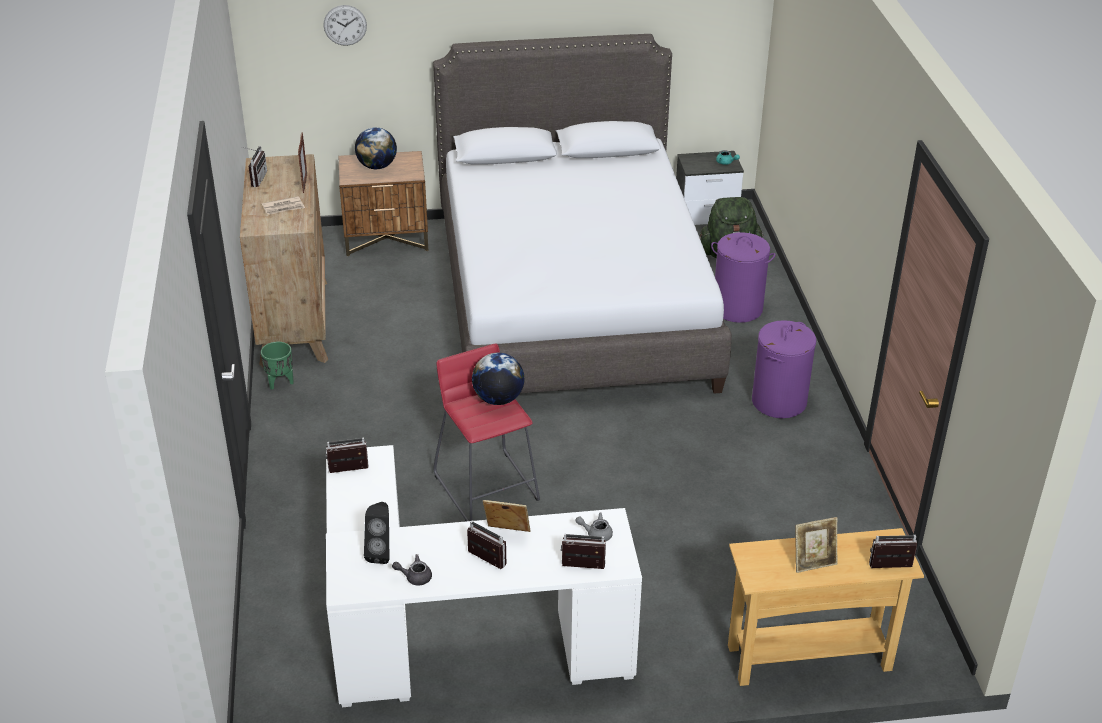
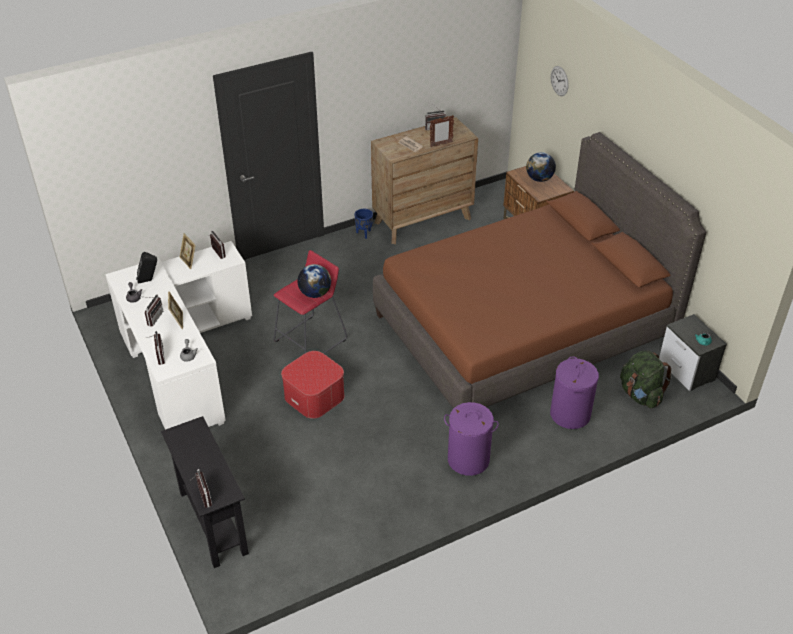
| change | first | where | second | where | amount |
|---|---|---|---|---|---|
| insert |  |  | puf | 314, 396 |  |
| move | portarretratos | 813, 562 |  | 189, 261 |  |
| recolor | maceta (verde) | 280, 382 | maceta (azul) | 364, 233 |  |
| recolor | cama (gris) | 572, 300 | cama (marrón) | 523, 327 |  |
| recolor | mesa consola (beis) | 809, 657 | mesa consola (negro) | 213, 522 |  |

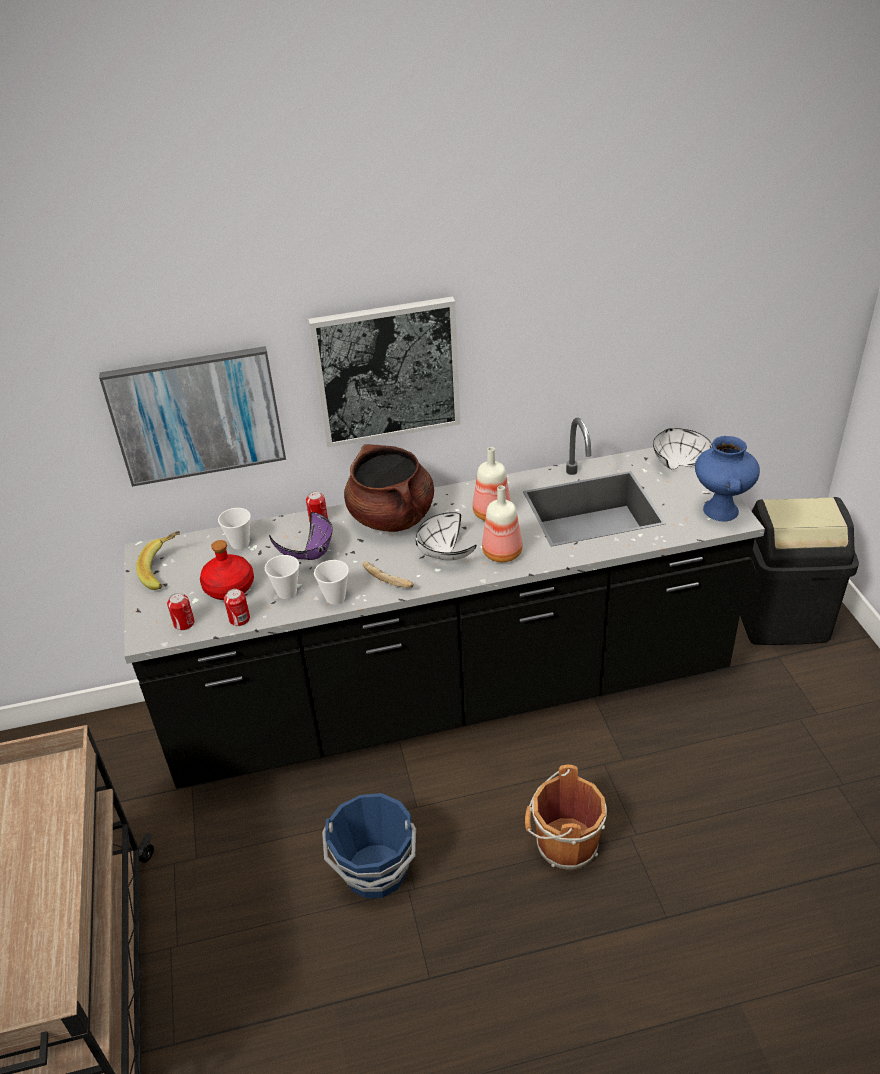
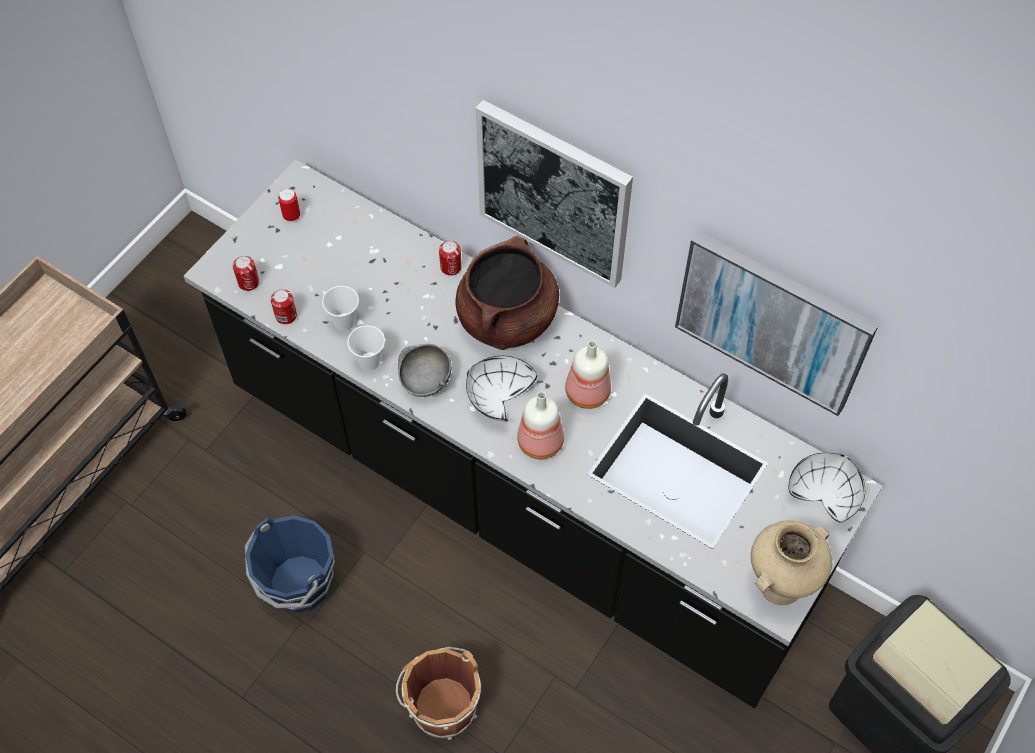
| change | first | where | second | where | amount |
|---|---|---|---|---|---|
| delete | botella (rojo) | 228, 587 |  |  |  |
| delete | taza | 240, 543 |  |  |  |
| delete | cuenco (morado) | 309, 554 |  |  |  |
| move | cuadro | 197, 415 |  | 773, 321 |  |
| replace | plátano | 165, 570 | lata | 291, 215 |  |
| replace | pan | 388, 579 | cuenco (gris) | 425, 381 |  |
| recolor | florero (azul) | 719, 510 | florero (beis) | 780, 583 |  |

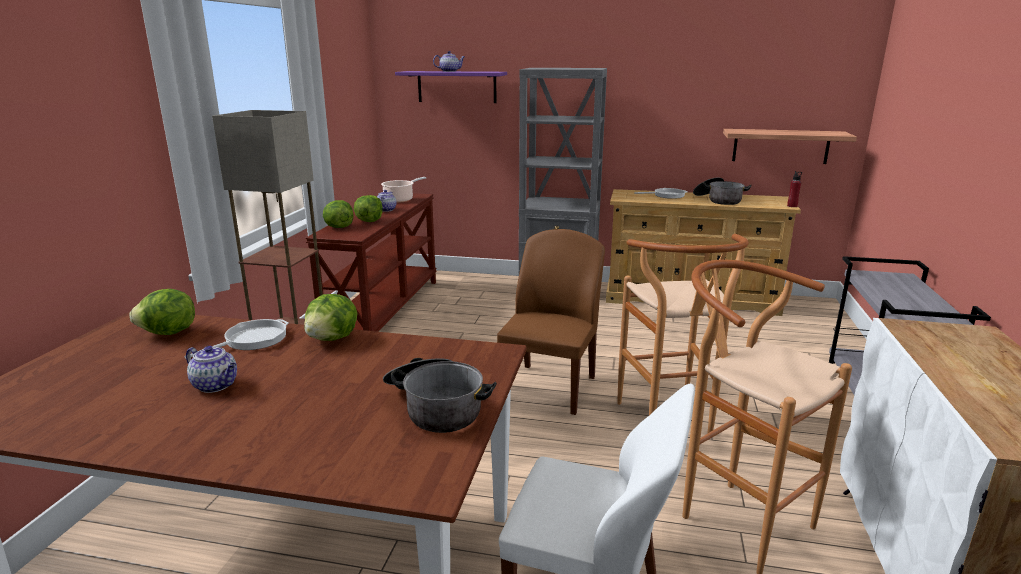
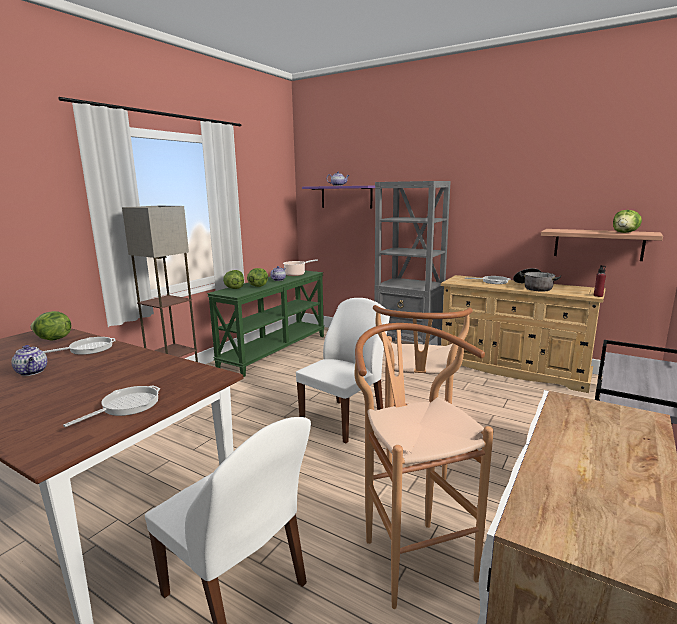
| change | first | where | second | where | amount |
|---|---|---|---|---|---|
| move | lechuga | 333, 339 |  | 625, 232 |  |
| replace | olla | 436, 408 | sartén | 126, 406 |  |
| recolor | mesa consola (marrón) | 384, 310 | mesa consola (verde) | 274, 351 |  |
| recolor | silla (marrón) | 550, 387 | silla (blanco) | 344, 420 |  |

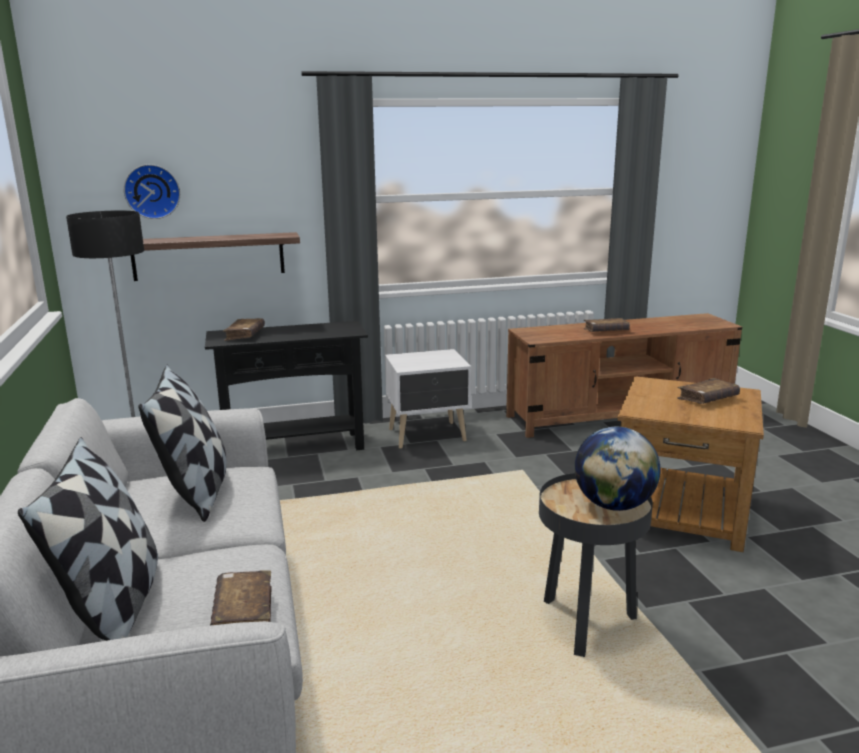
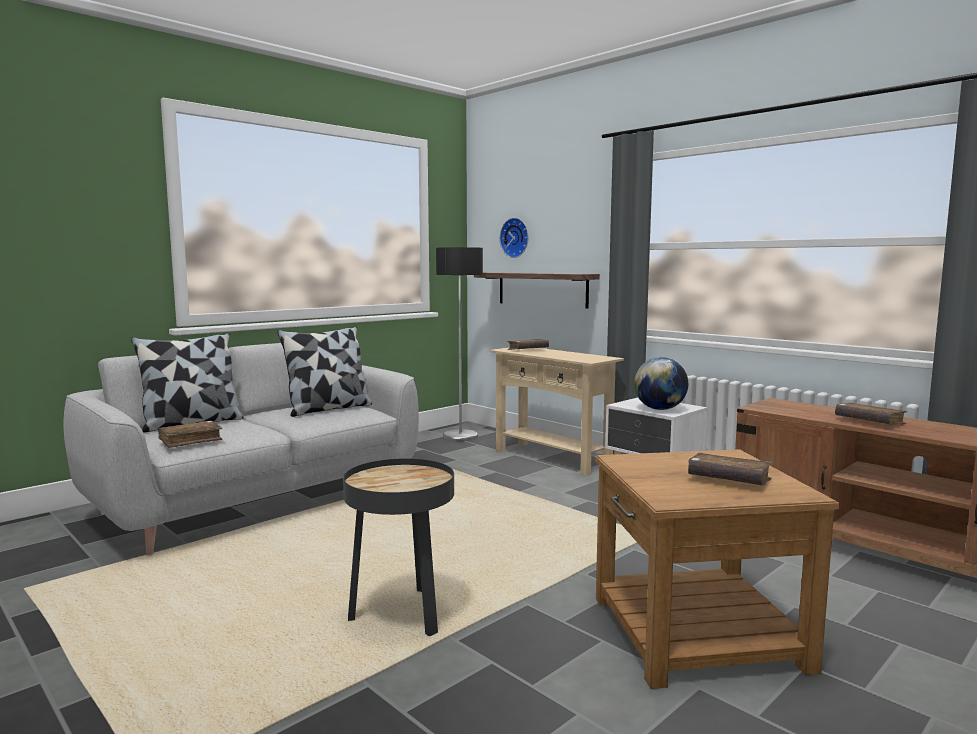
| change | first | where | second | where | amount |
|---|---|---|---|---|---|
| move | globo terráqueo | 613, 505 |  | 659, 409 |  |
| recolor | mesa consola (negro) | 294, 447 | mesa consola (beis) | 551, 458 |  |

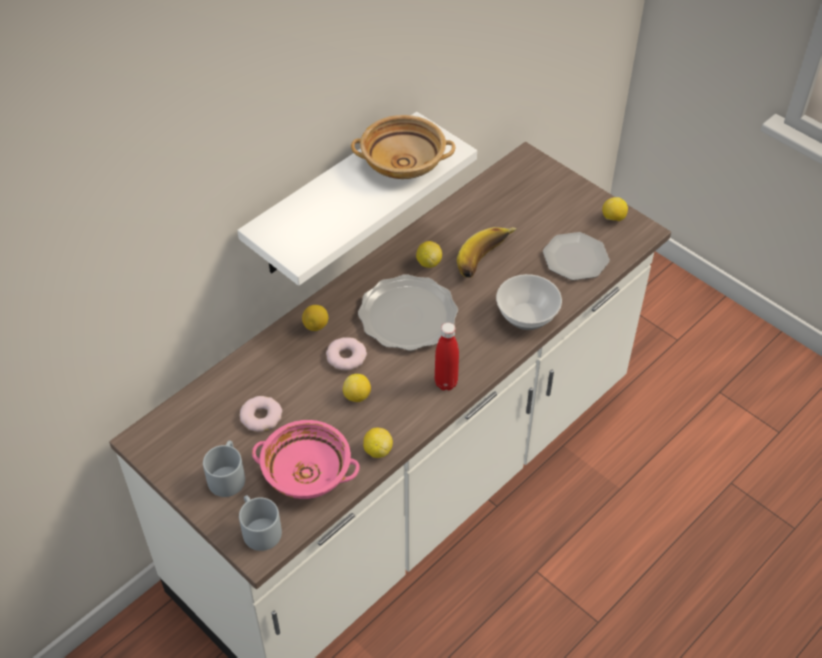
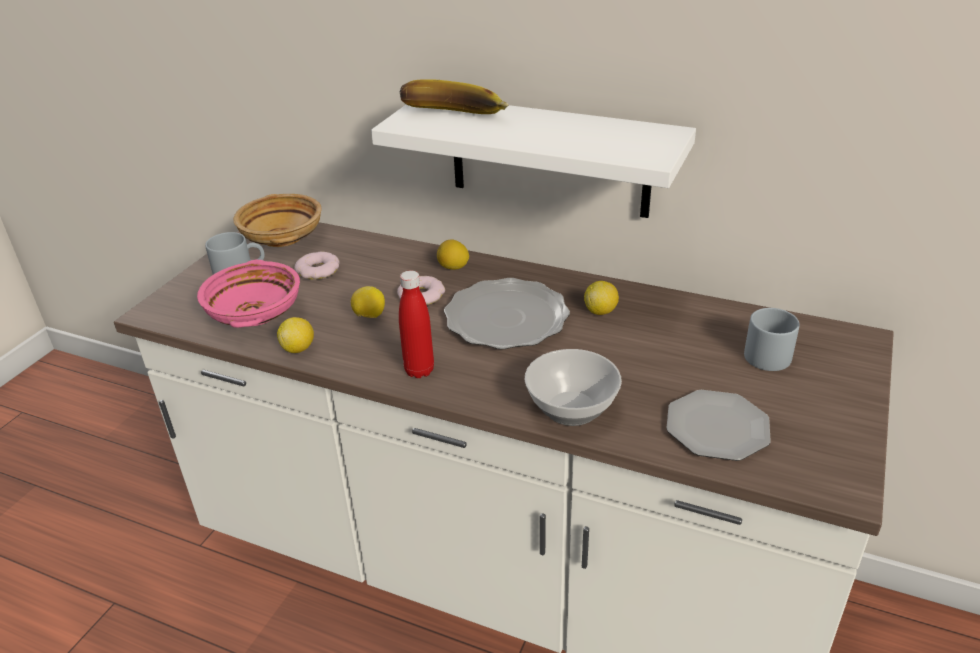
| change | first | where | second | where | amount |
|---|---|---|---|---|---|
| delete | limón | 613, 218 |  |  |  |
| move | taza grande (gris) | 258, 528 |  | 770, 352 |  |
| move | cuenco (beis) | 403, 163 |  | 283, 237 |  |
| move | plátano | 487, 261 |  | 453, 118 |  |

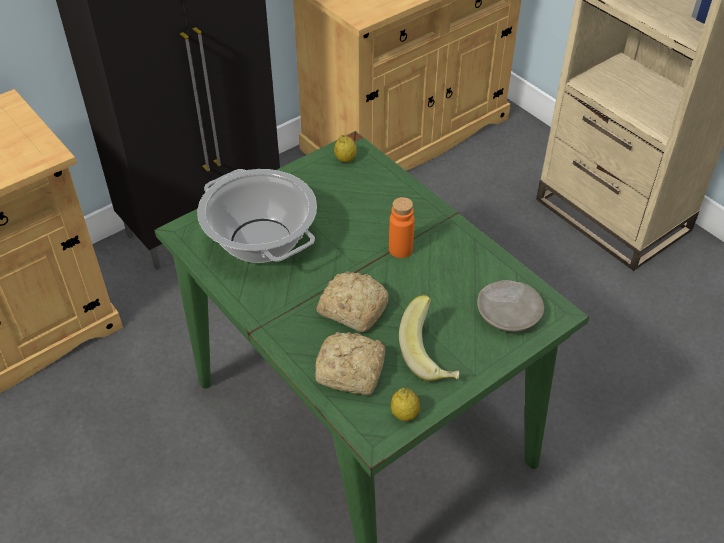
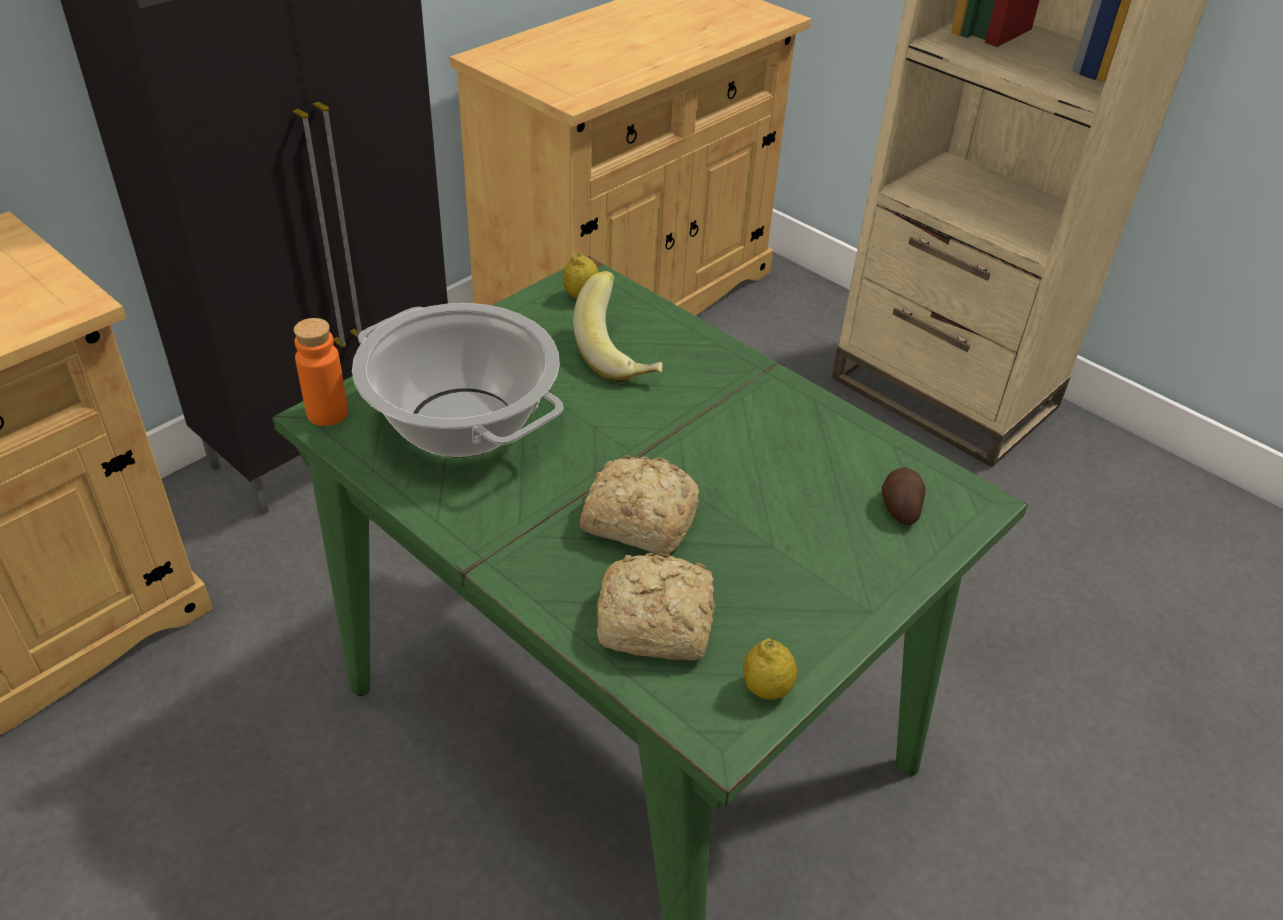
| change | first | where | second | where | amount |
|---|---|---|---|---|---|
| move | botella (naranja) | 400, 249 |  | 327, 413 |  |
| move | plátano | 431, 355 |  | 621, 355 |  |
| replace | plato (beis) | 509, 313 | patata | 899, 507 |  |

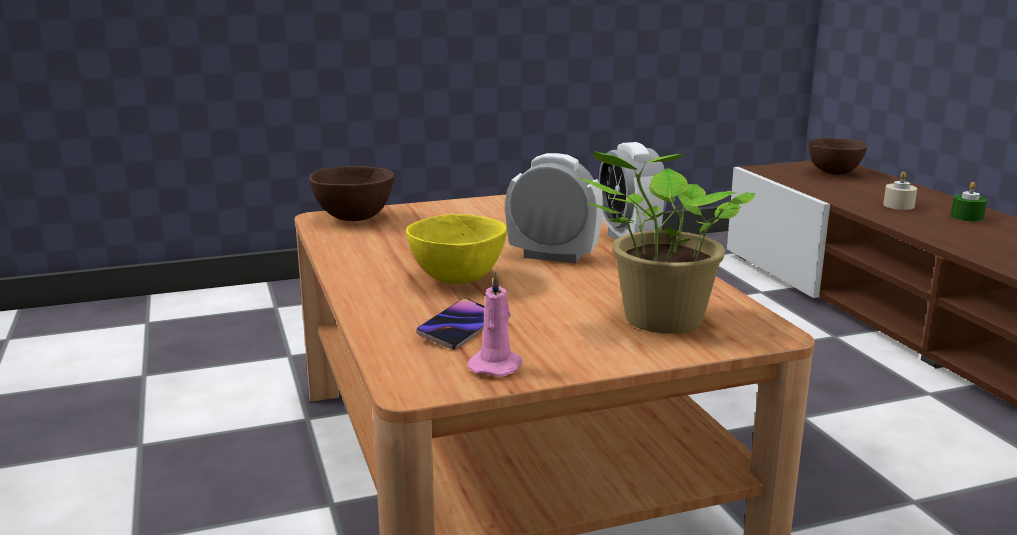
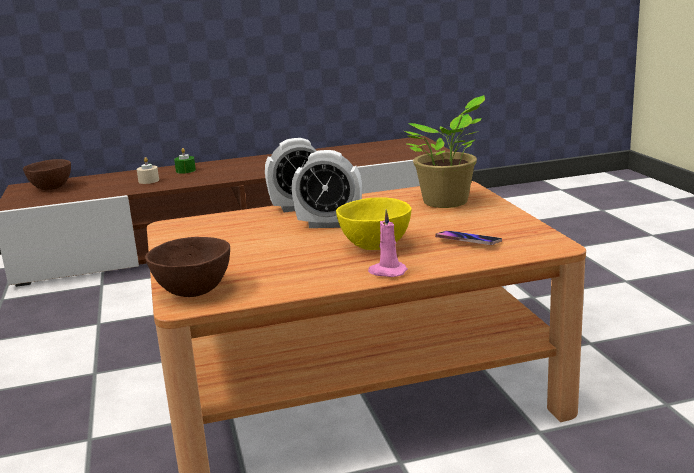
| change | first | where | second | where | amount |
|---|---|---|---|---|---|
| move | vela (rosa) | 496, 365 |  | 387, 272 |  |
| rotate | despertador | 553, 256 |  | 329, 224 | 105 degrees counterclockwise |

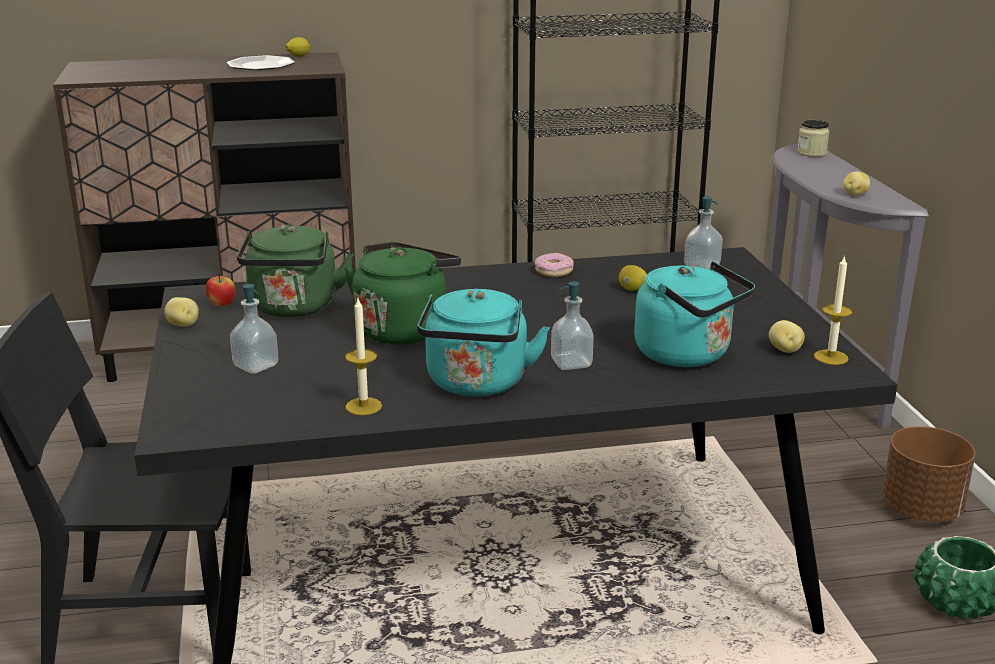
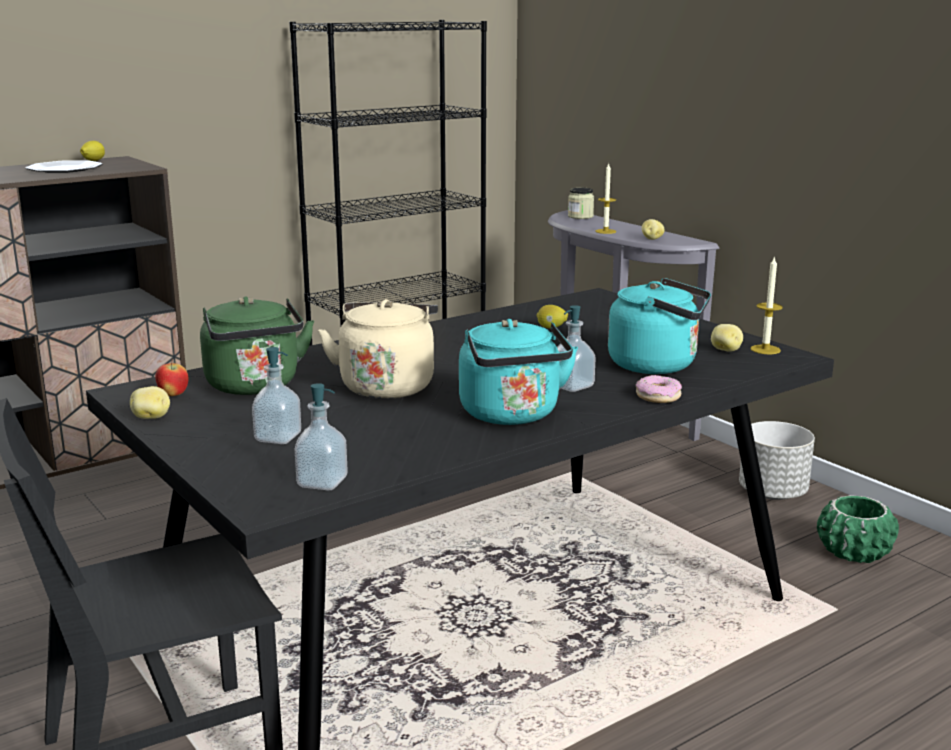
| change | first | where | second | where | amount |
|---|---|---|---|---|---|
| move | vela | 363, 406 |  | 605, 231 |  |
| move | rosquilla | 554, 271 |  | 658, 396 |  |
| move | dispensador de jabón | 702, 265 |  | 322, 482 |  |
| recolor | hervidor (verde) | 403, 329 | hervidor (beis) | 387, 385 |  |
| recolor | maceta (marrón) | 921, 510 | maceta (gris) | 773, 493 |  |

